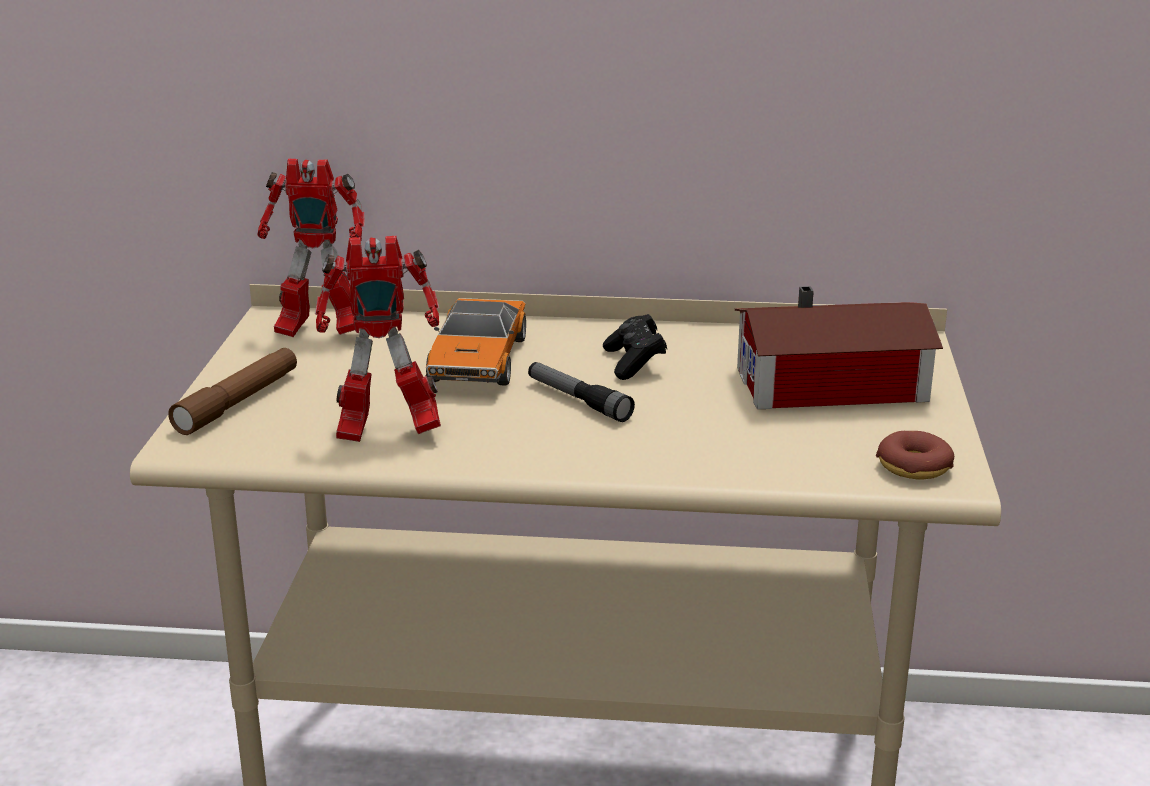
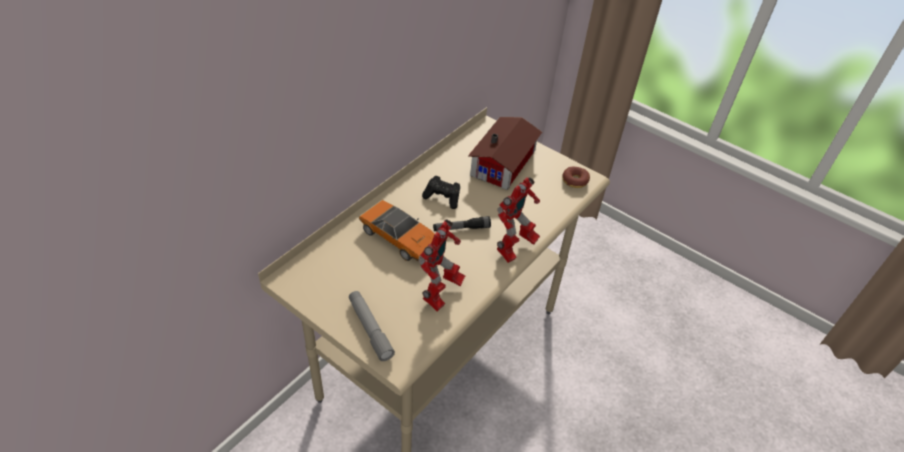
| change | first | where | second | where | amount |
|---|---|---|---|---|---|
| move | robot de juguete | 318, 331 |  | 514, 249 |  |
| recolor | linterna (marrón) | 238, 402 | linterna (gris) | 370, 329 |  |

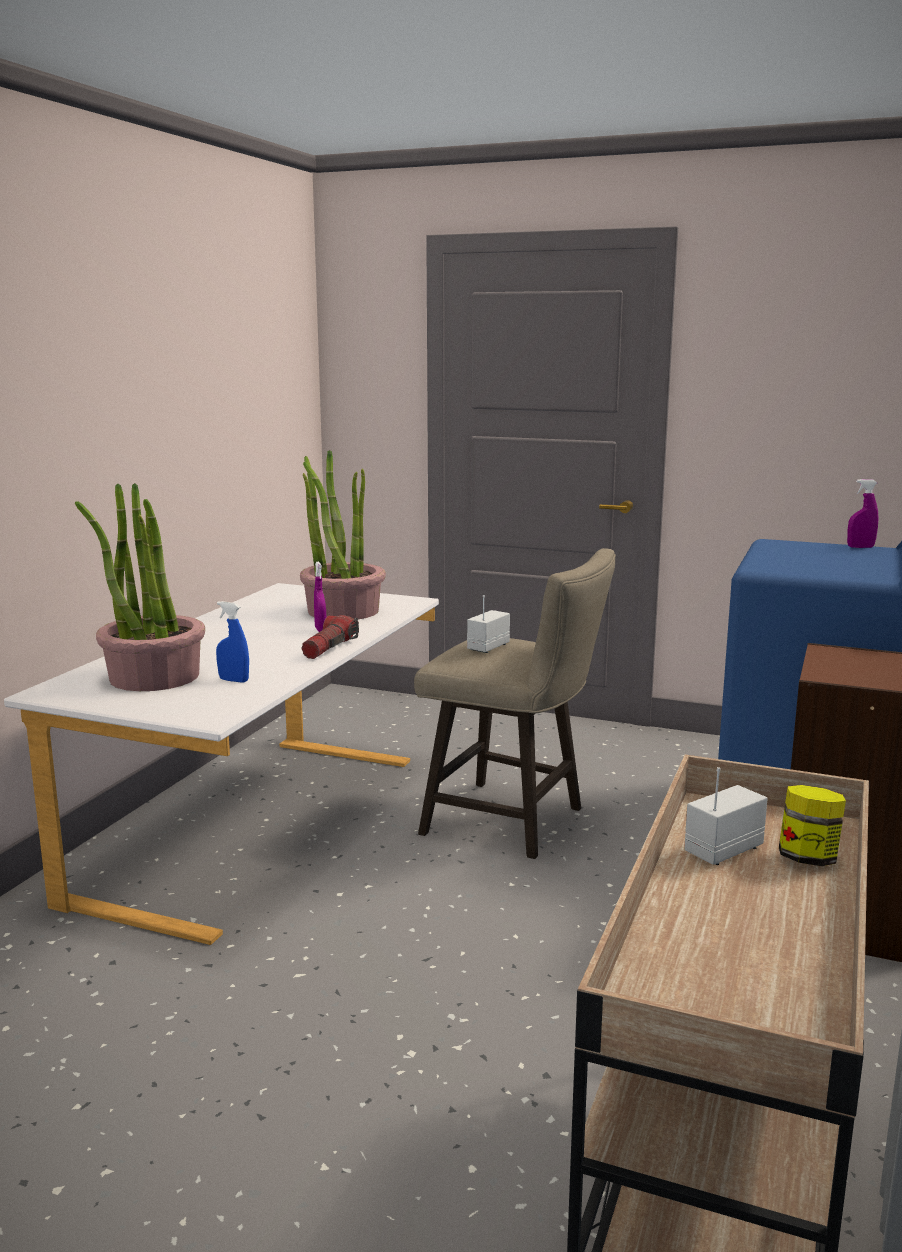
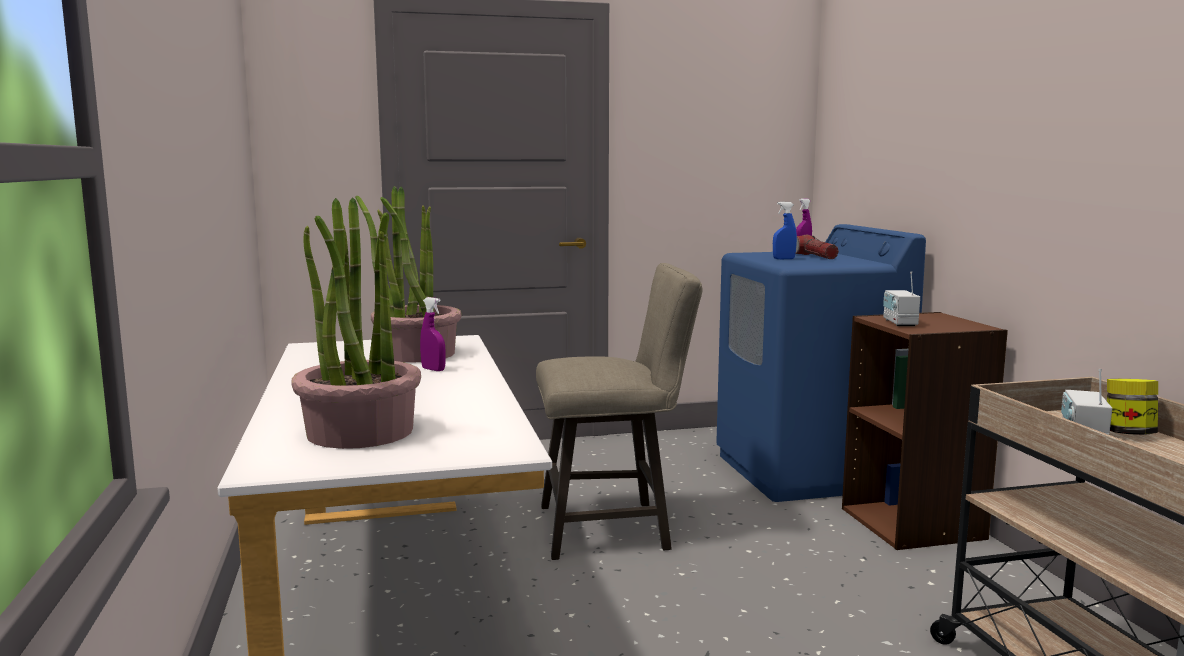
| change | first | where | second | where | amount |
|---|---|---|---|---|---|
| move | pulverizador (azul) | 233, 680 |  | 783, 259 |  |
| move | linterna | 330, 648 |  | 815, 257 |  |
| move | radio | 487, 647 |  | 899, 323 |  |

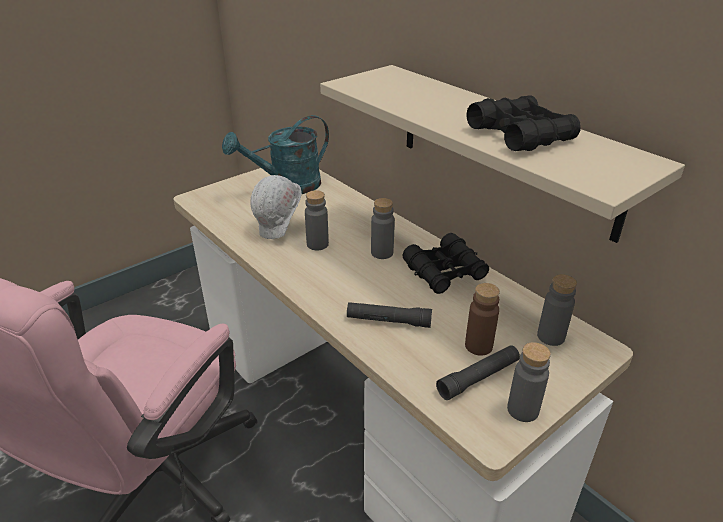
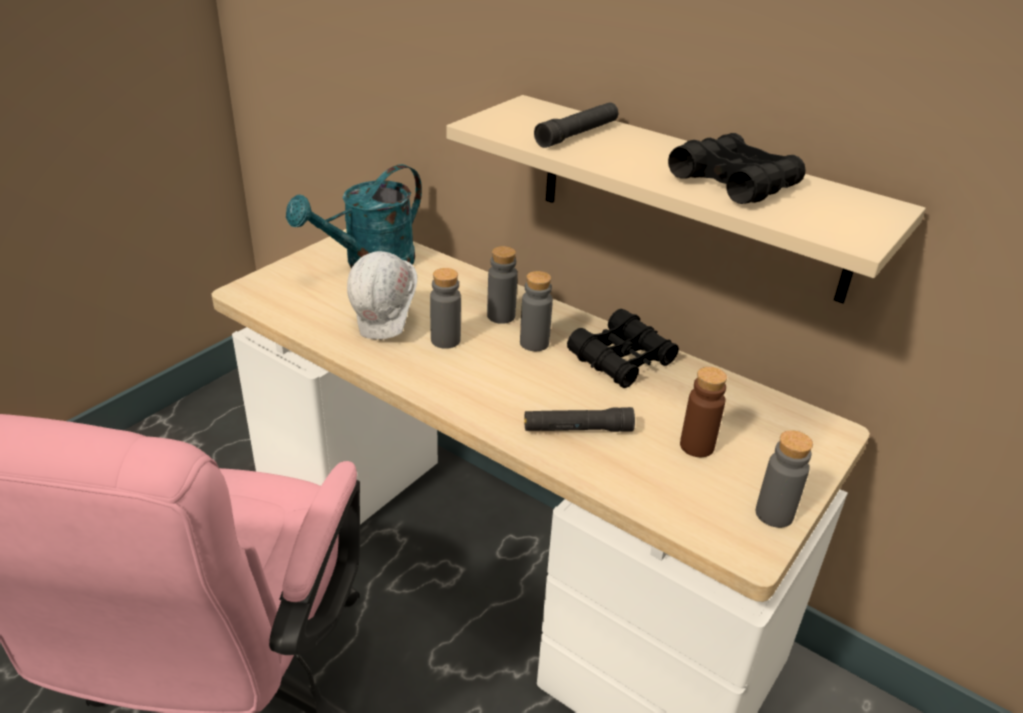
| change | first | where | second | where | amount |
|---|---|---|---|---|---|
| move | linterna (negro) | 478, 378 |  | 577, 134 |  |
| move | botella (gris) | 550, 336 |  | 501, 316 |  |

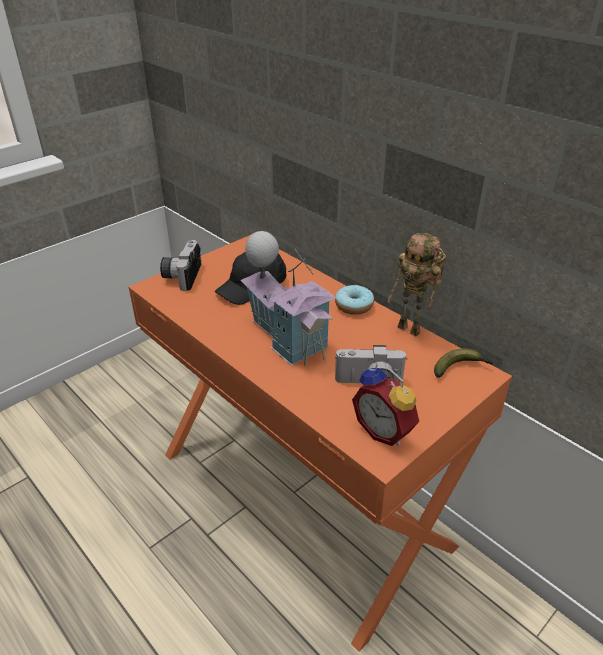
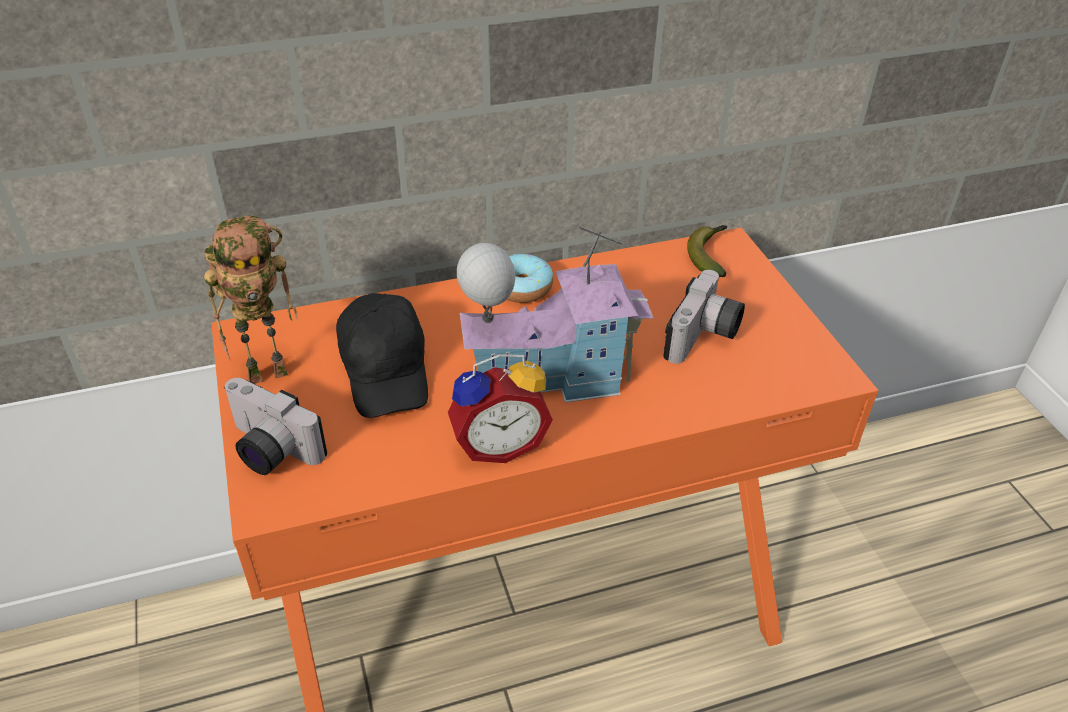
| change | first | where | second | where | amount |
|---|---|---|---|---|---|
| move | despertador | 385, 430 |  | 498, 444 |  |
| move | robot de juguete | 411, 329 |  | 270, 371 |  |

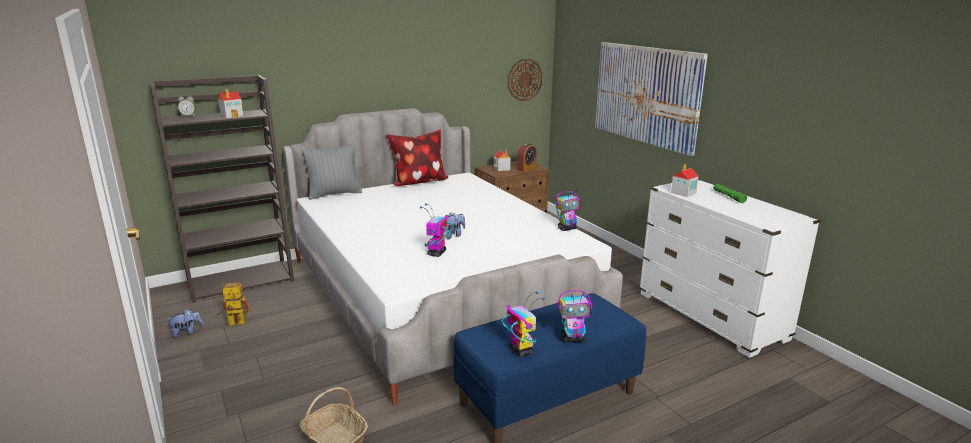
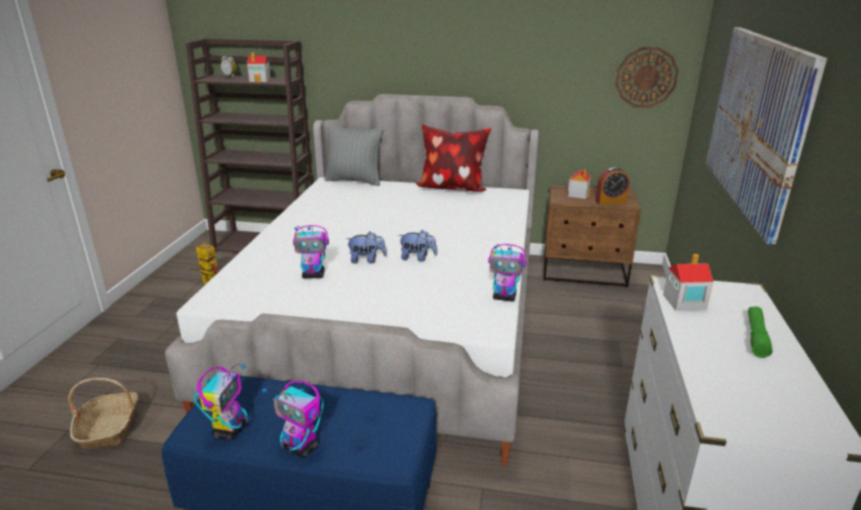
| change | first | where | second | where | amount |
|---|---|---|---|---|---|
| move | peluche | 187, 332 |  | 417, 258 |  |
| rotate | robot de juguete | 436, 253 |  | 314, 275 | 150 degrees counterclockwise |

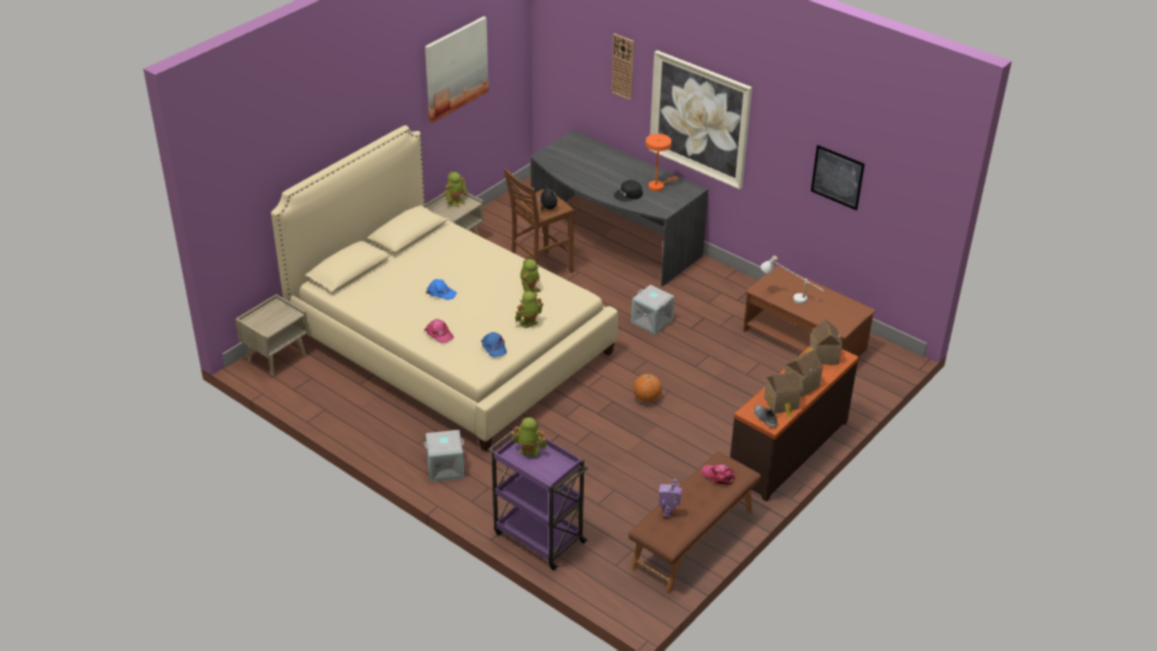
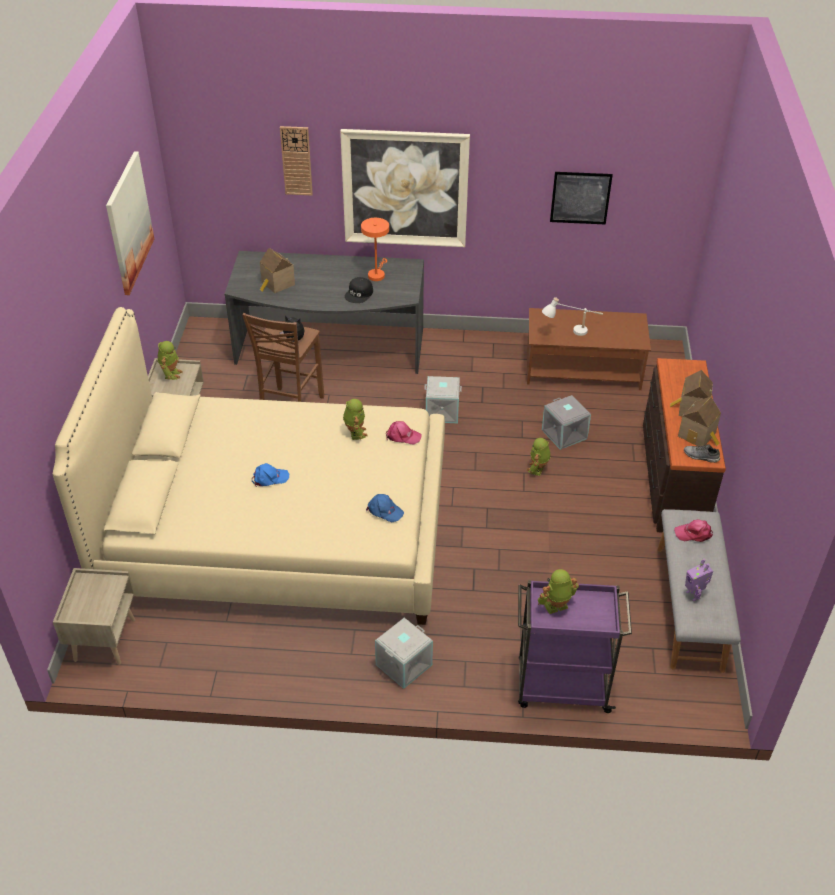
| change | first | where | second | where | amount |
|---|---|---|---|---|---|
| delete | balón de baloncesto | 647, 398 |  |  |  |
| insert |  |  | caja de almacenaje (gris) | 565, 434 |  |
| move | gorra (rosa) | 439, 334 |  | 402, 436 |  |
| move | robot de juguete | 529, 324 |  | 538, 469 |  |
| move | casita | 822, 356 |  | 277, 284 |  |
| recolor | banco (marrón) | 693, 540 | banco (gris) | 690, 607 |  |

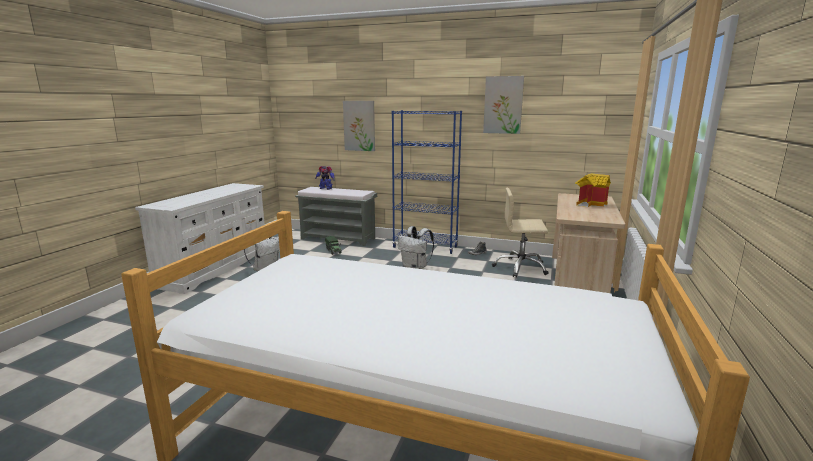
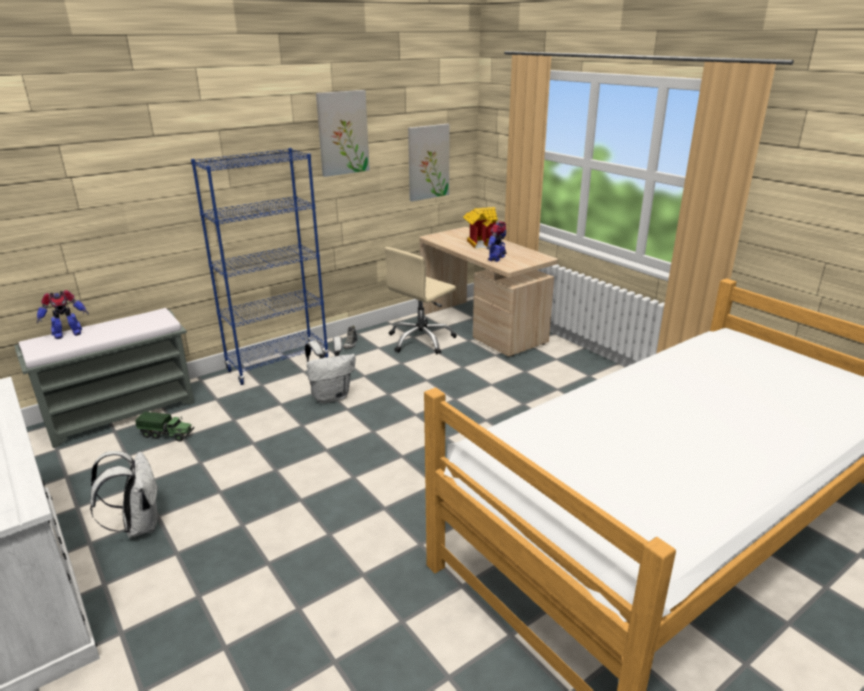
| change | first | where | second | where | amount |
|---|---|---|---|---|---|
| insert |  |  | robot de juguete | 497, 258 |  |
| move | cuadro | 359, 125 |  | 428, 162 |  |

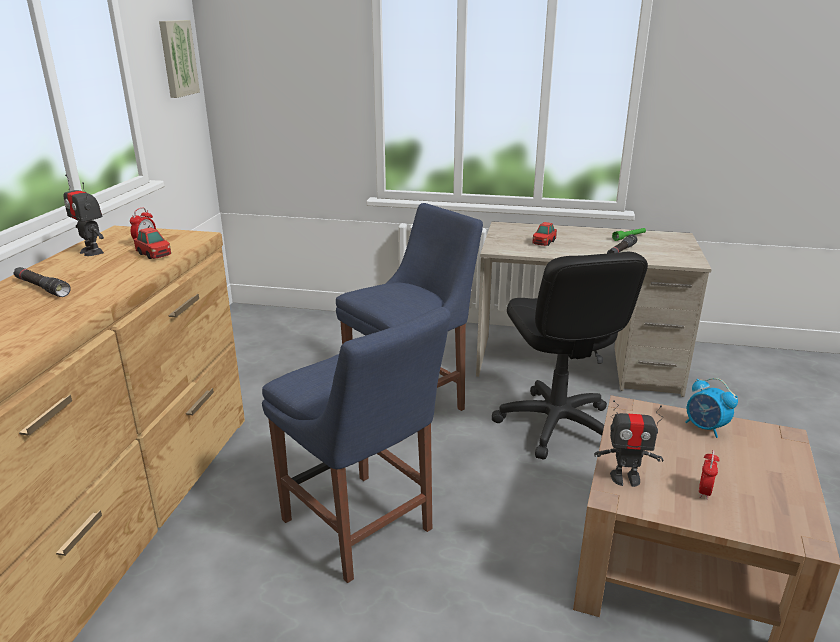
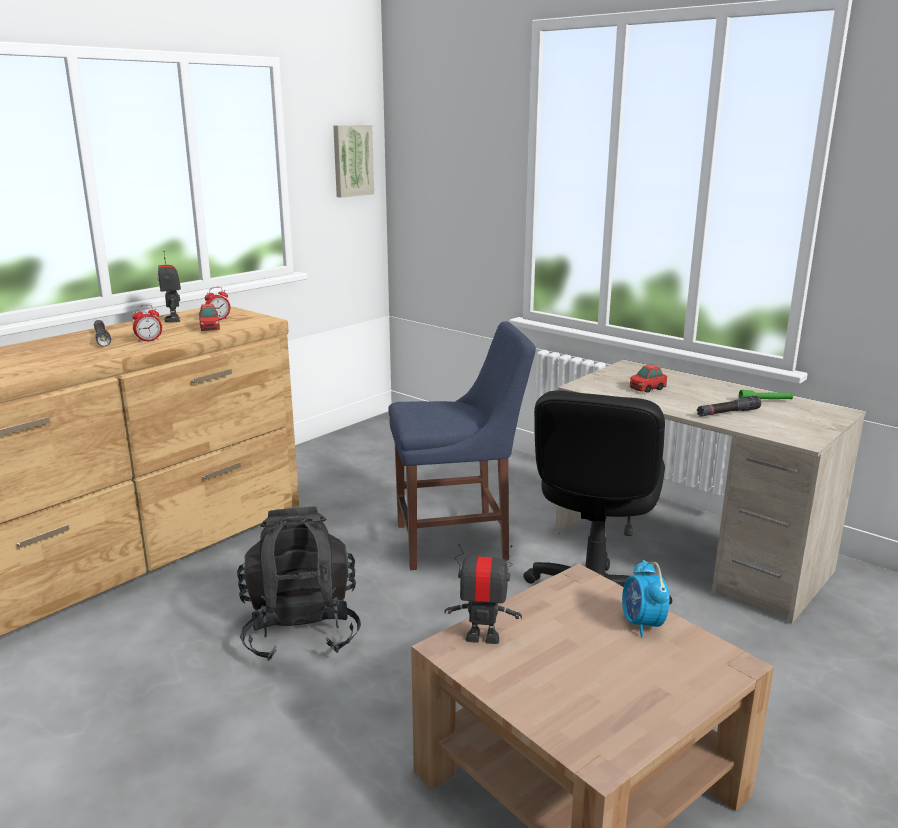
| change | first | where | second | where | amount |
|---|---|---|---|---|---|
| move | despertador | 704, 491 |  | 149, 340 |  |
| replace | silla (azul) | 360, 529 | mochila (negro) | 301, 629 |  |
| rotate | robot de juguete | 625, 478 |  | 482, 637 | 150 degrees clockwise |

